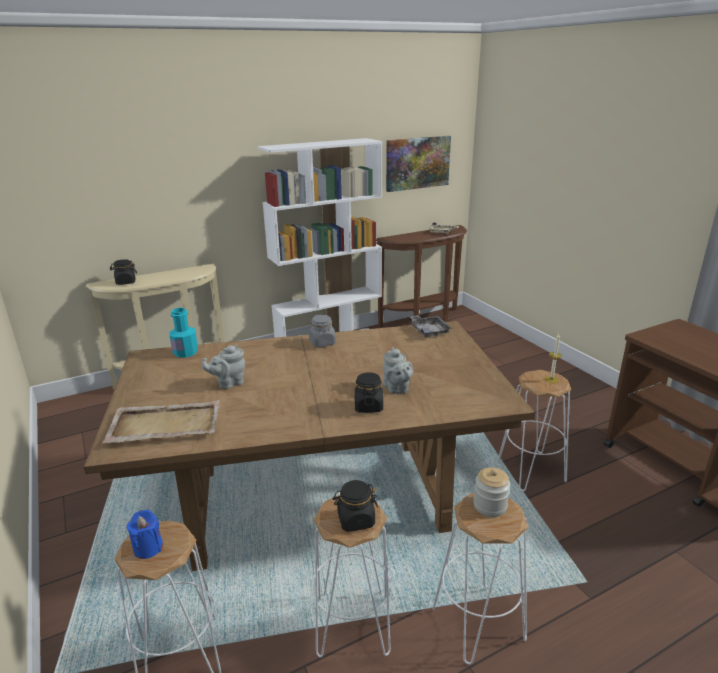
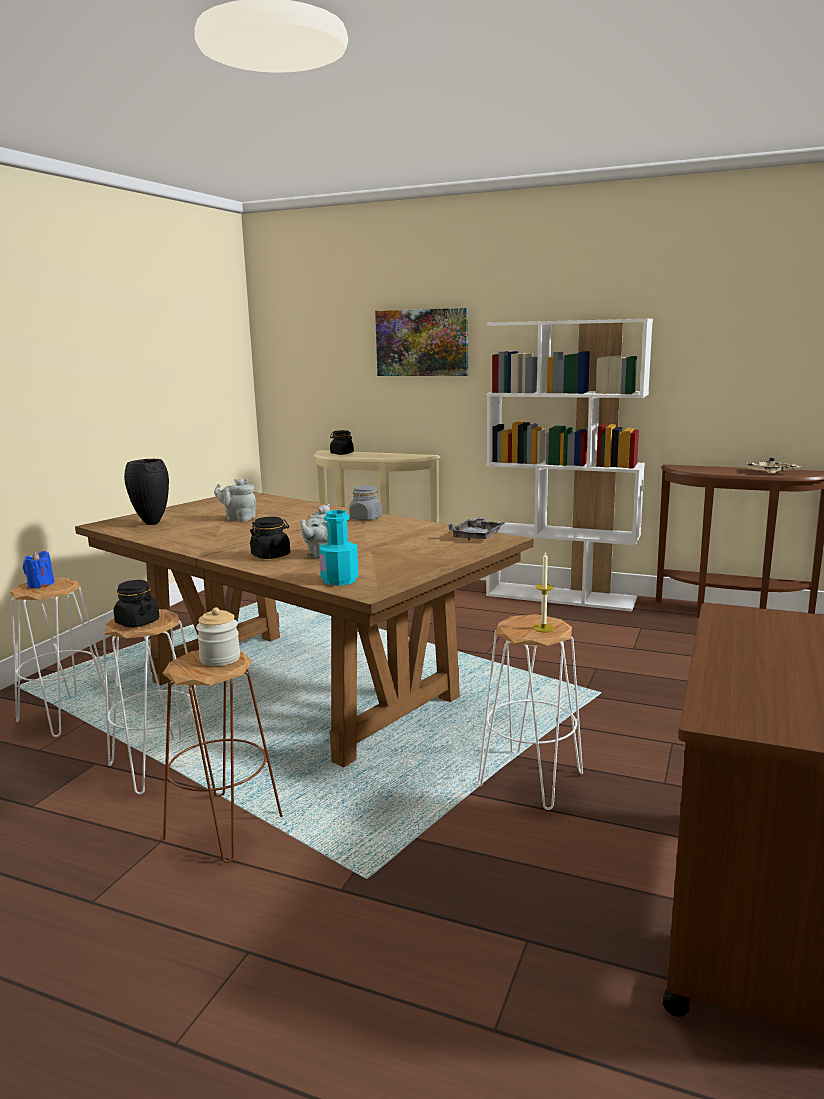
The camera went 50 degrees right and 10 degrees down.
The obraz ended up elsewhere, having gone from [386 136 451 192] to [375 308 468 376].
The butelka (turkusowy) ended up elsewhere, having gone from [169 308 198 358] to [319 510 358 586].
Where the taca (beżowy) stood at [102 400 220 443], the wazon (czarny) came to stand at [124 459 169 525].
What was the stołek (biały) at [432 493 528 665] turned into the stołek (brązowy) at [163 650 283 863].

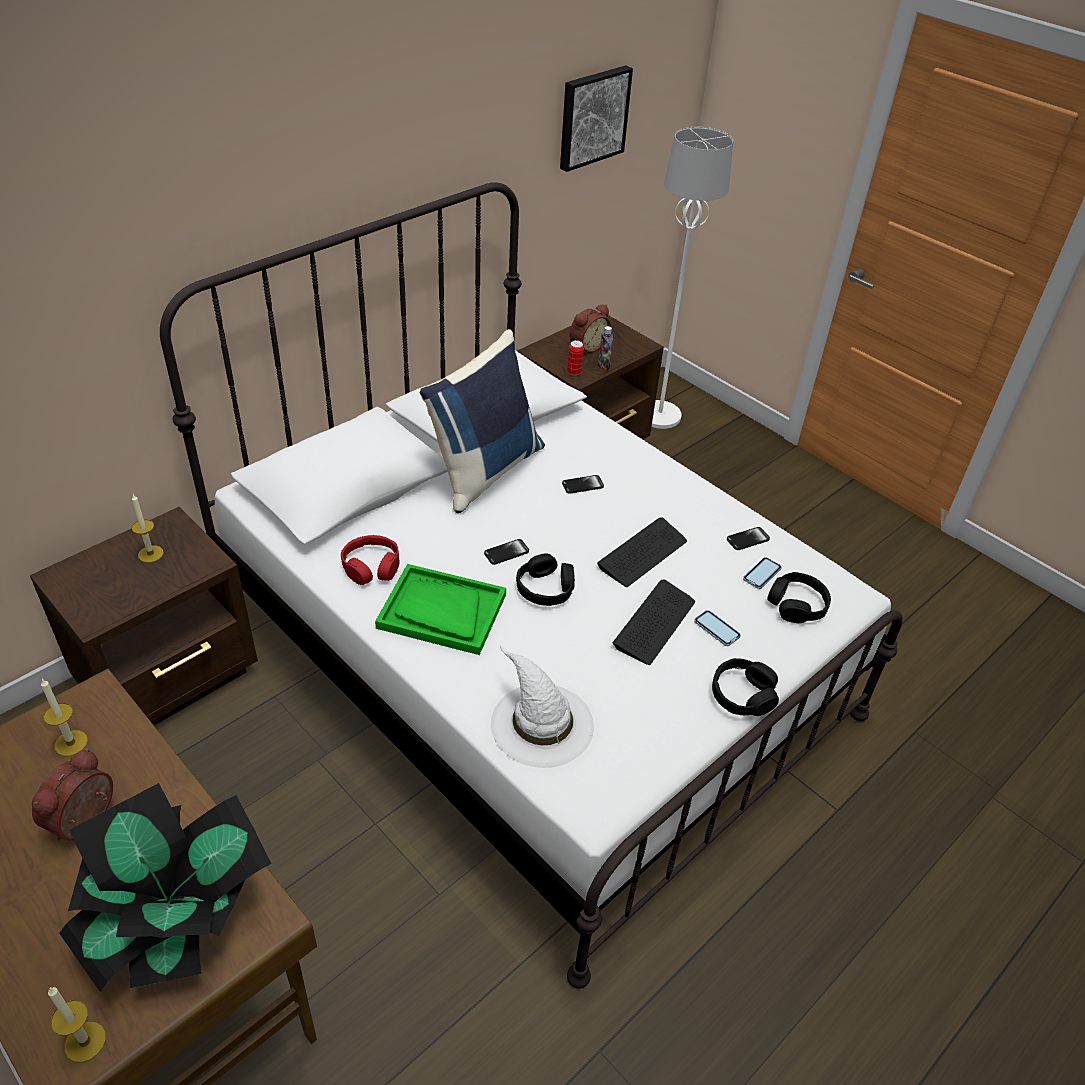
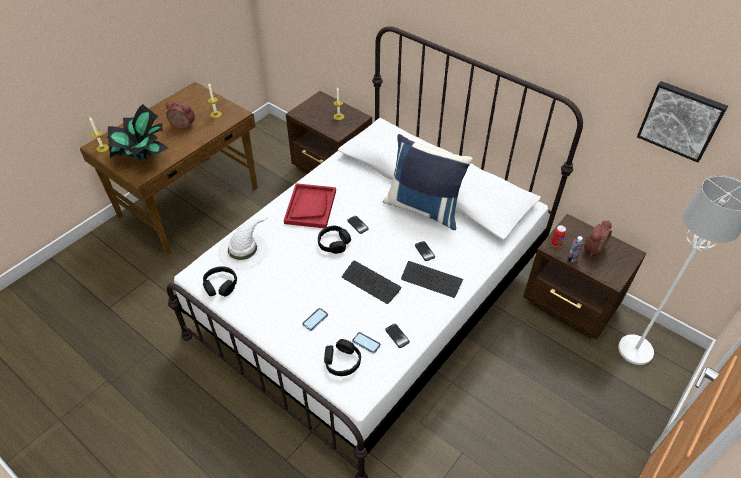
The camera went 85 degrees right and 5 degrees up.
The budzik at [569 304 611 353] ended up facing another way, 90 degrees counterclockwise from before.
The second view lost the słuchawki (czerwony) at [341 535 400 585].
What was the taca (zielony) at [375 564 506 655] turned into the taca (czerwony) at [284 183 336 228].
The klawiatura ended up elsewhere, having gone from [613 580 695 665] to [401 261 463 298].
The słuchawki (czarny) ended up elsewhere, having gone from [712 658 779 716] to [203 266 237 296].

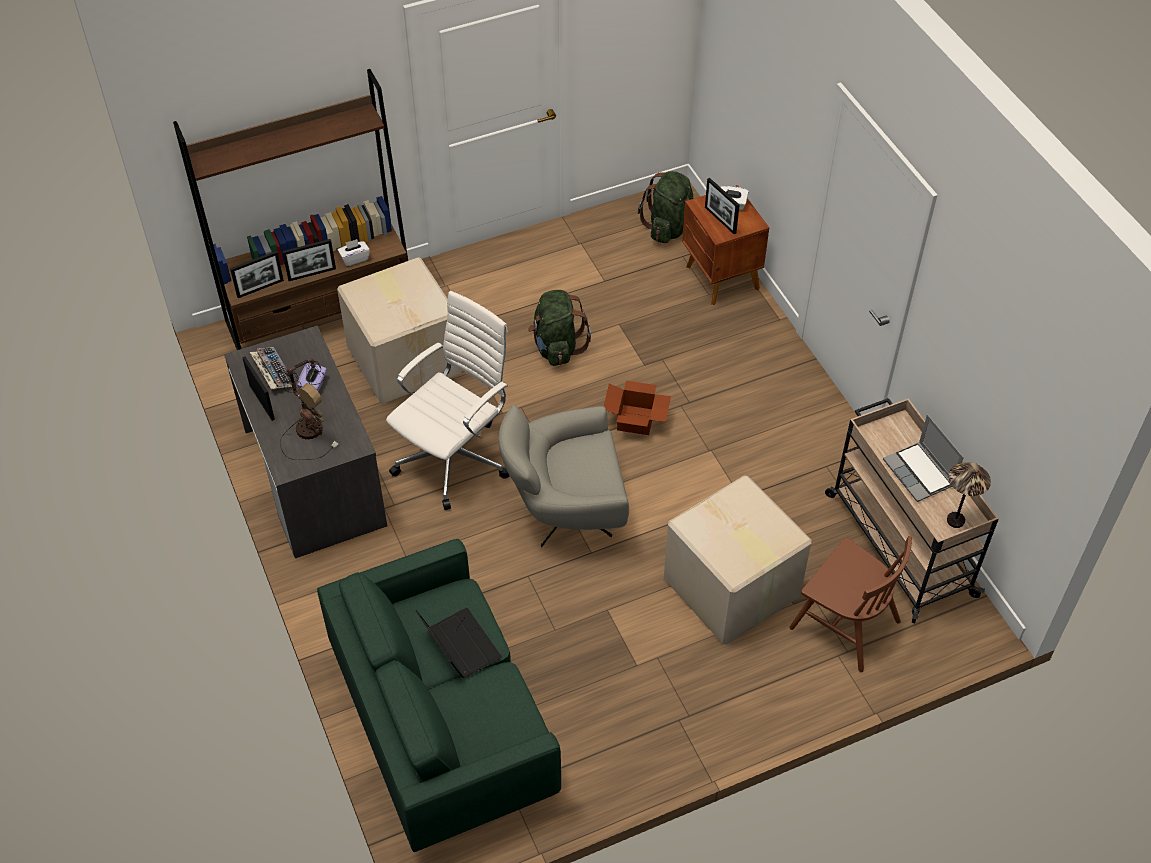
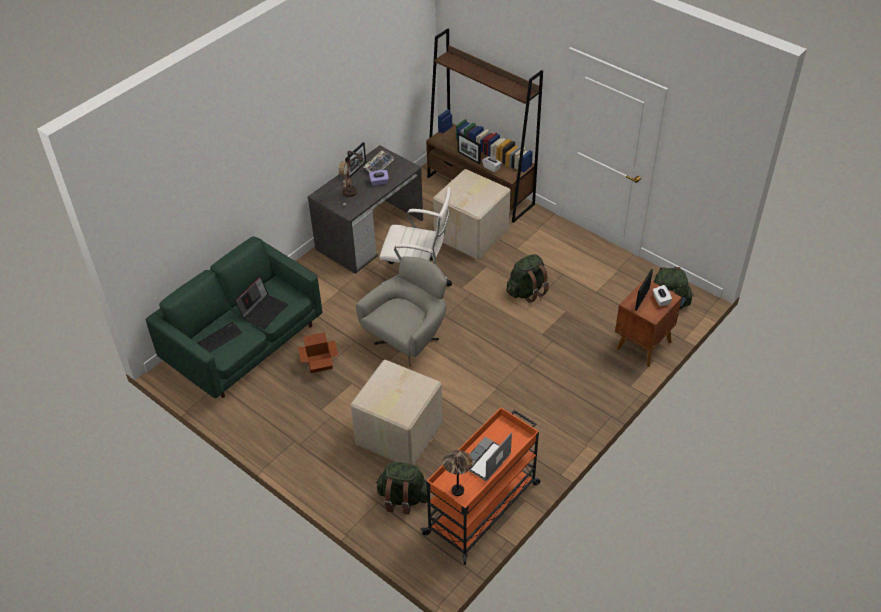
The camera went 65 degrees right and 5 degrees down.
The second view lost the ramka na zdjęcie at [230 251 284 298].
The karton ended up elsewhere, having gone from [604 381 671 435] to [298 332 338 373].
What was the wózek (beżowy) at [825 398 999 623] turned into the wózek (pomarańczowy) at [420 407 541 565].
The fotel (szary) at [498 405 629 547] ended up facing another way, 75 degrees clockwise from before.
Where the krzesło (brązowy) stood at [789 536 912 672], the plecak (zielony) came to stand at [376 462 427 514].
The second view gained the klawiatura at [197 322 242 352].

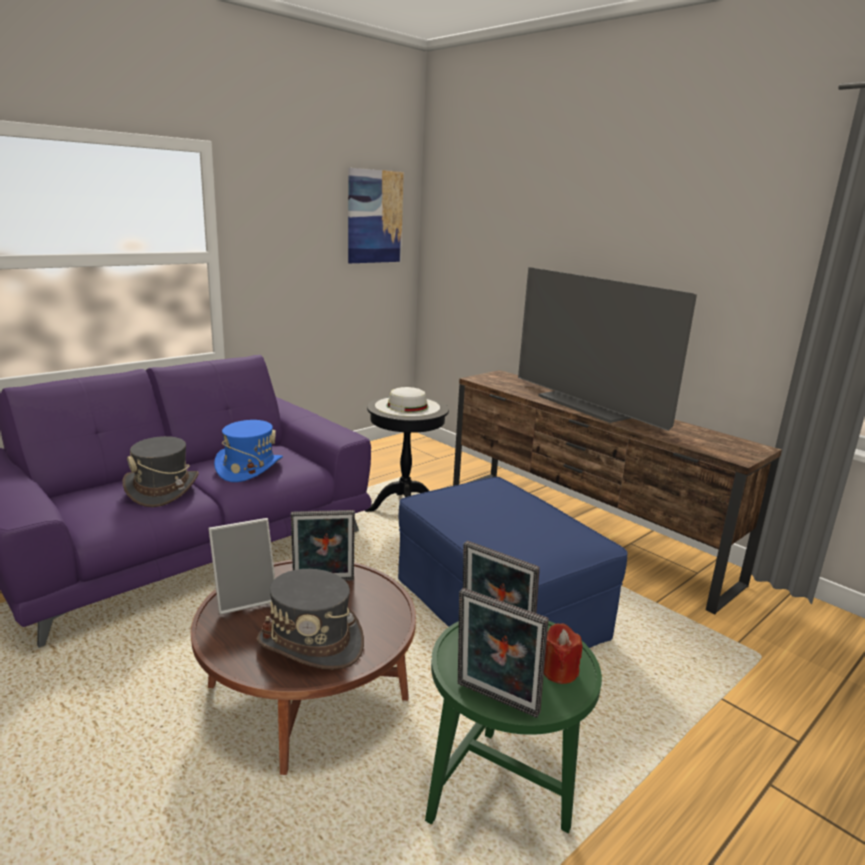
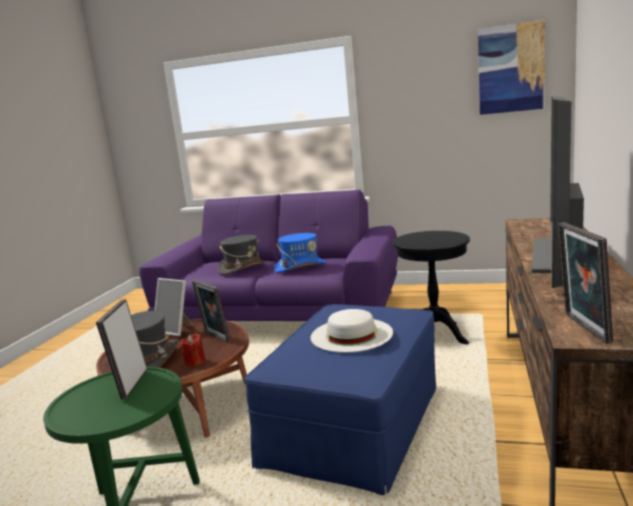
The camera went 60 degrees right and 5 degrees down.
The kapelusz (biały) ended up elsewhere, having gone from [375 387 440 416] to [310 309 393 353].
The ramka na zdjęcie ended up elsewhere, having gone from [458 588 549 718] to [558 222 613 344].
The świeca (czerwony) ended up elsewhere, having gone from [544 623 583 684] to [180 334 205 367].

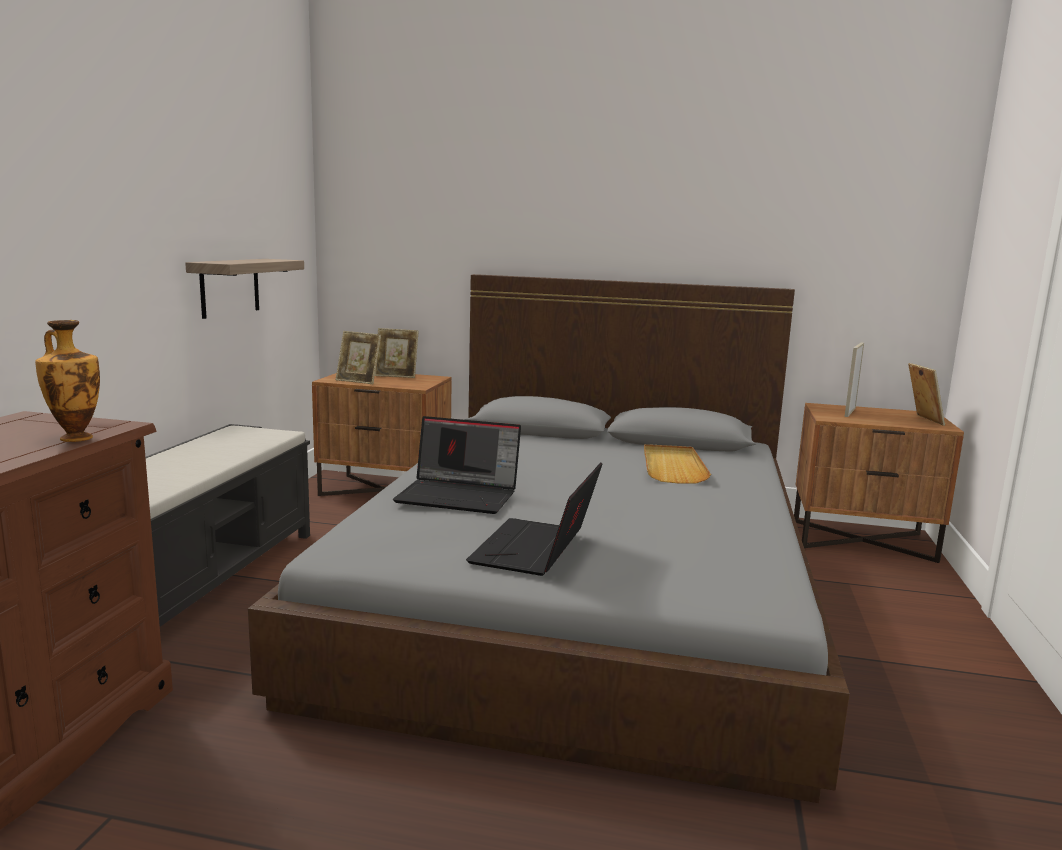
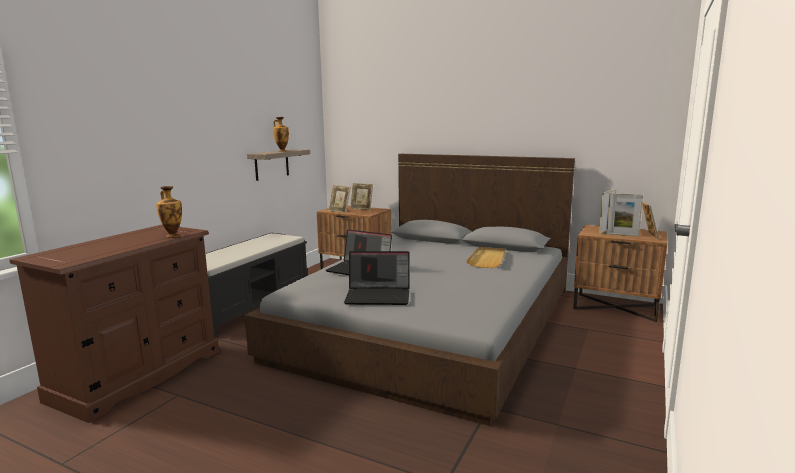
The camera went 15 degrees right and 0 degrees up.
The laptop at [466 462 602 576] ended up facing another way, 120 degrees counterclockwise from before.
The second view gained the wazon at [273 117 289 151].
The second view gained the ramka na zdjęcie at [606 193 643 236].

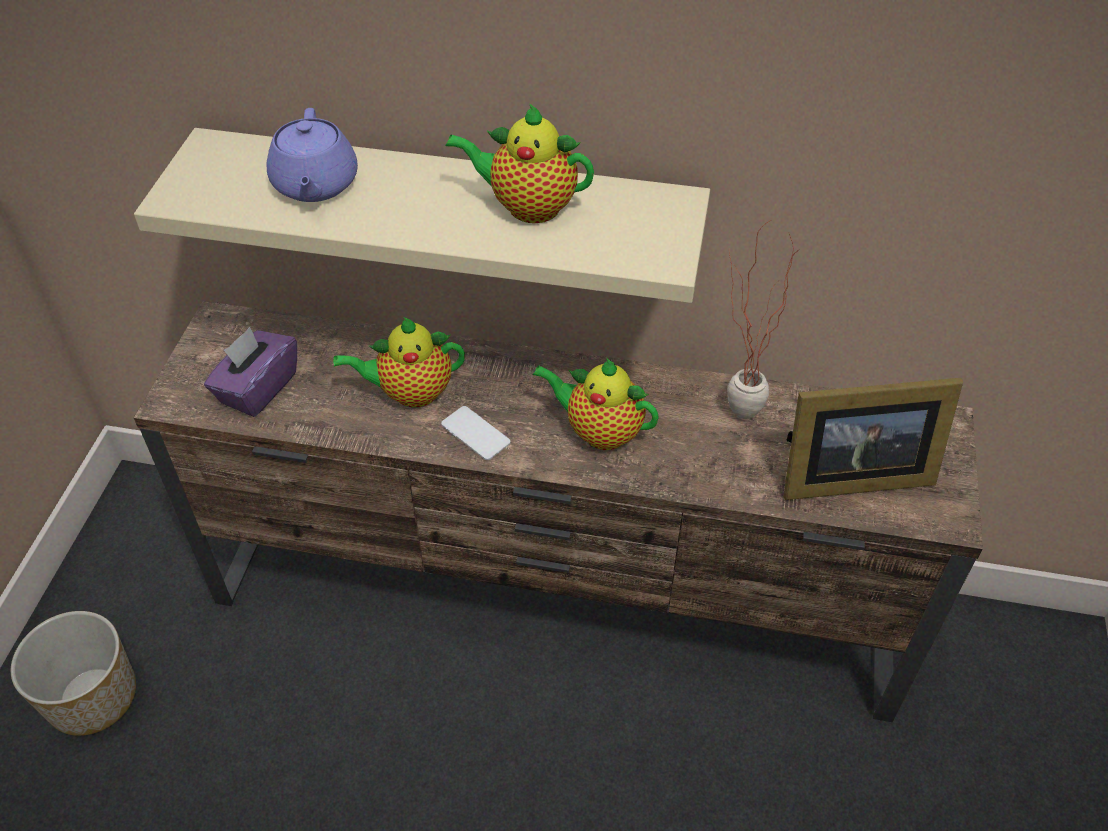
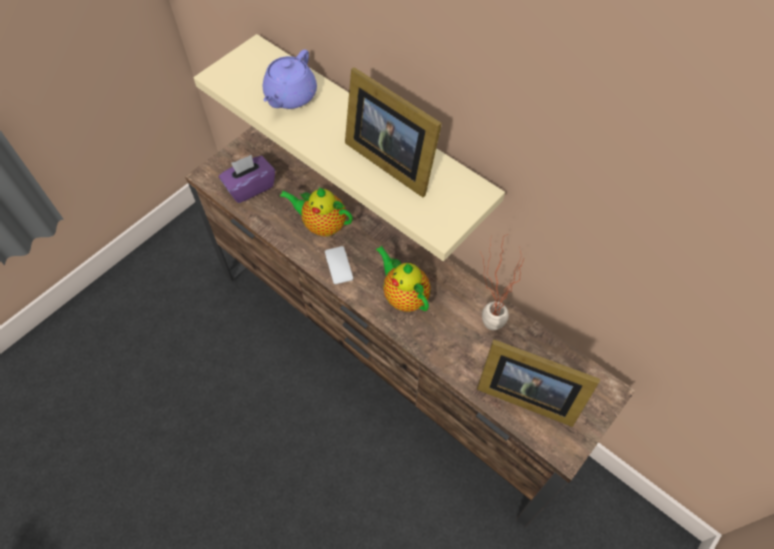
The camera went 30 degrees right and 10 degrees up.
Where the imbryk stood at [445 103 594 223], the ramka na zdjęcie came to stand at [345 67 442 197].
The second view lost the donica at [11 611 136 736].

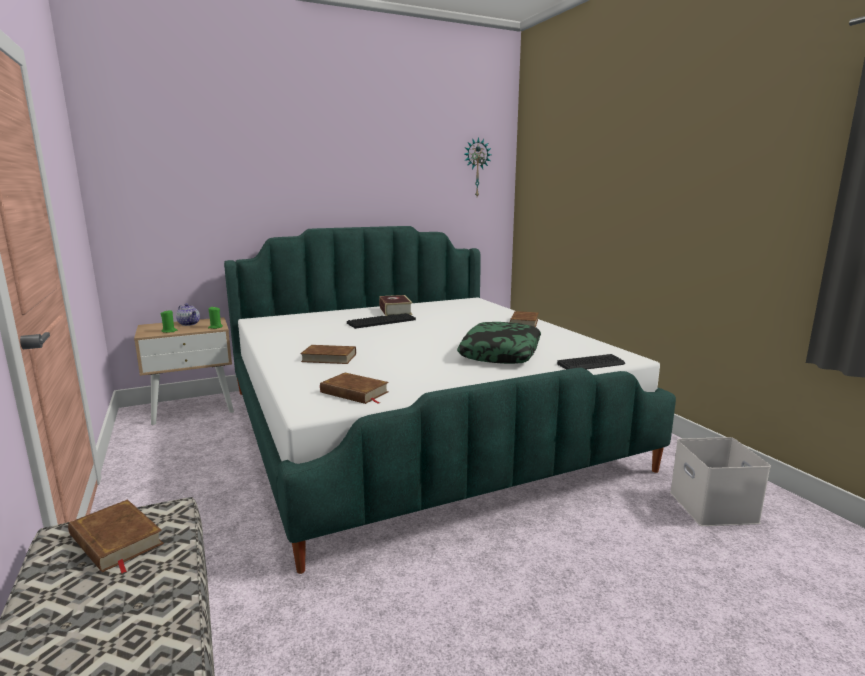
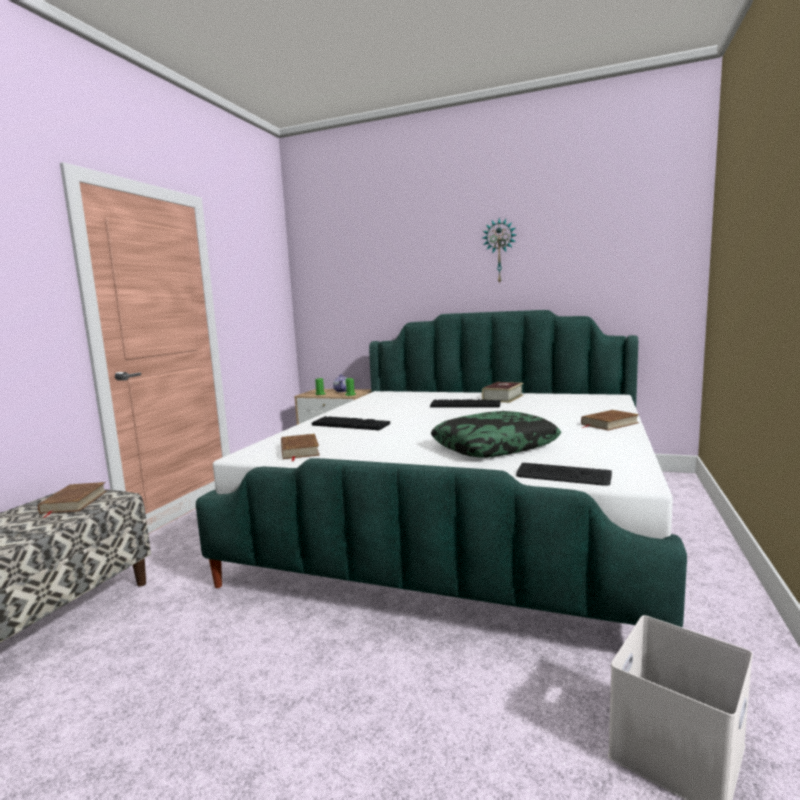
The camera went 45 degrees right and 5 degrees down.
The zegar ścienny ended up elsewhere, having gone from [465 137 491 196] to [483 218 516 284].
Where the książka (brązowy) stood at [300 345 356 364], the klawiatura came to stand at [312 416 390 430].

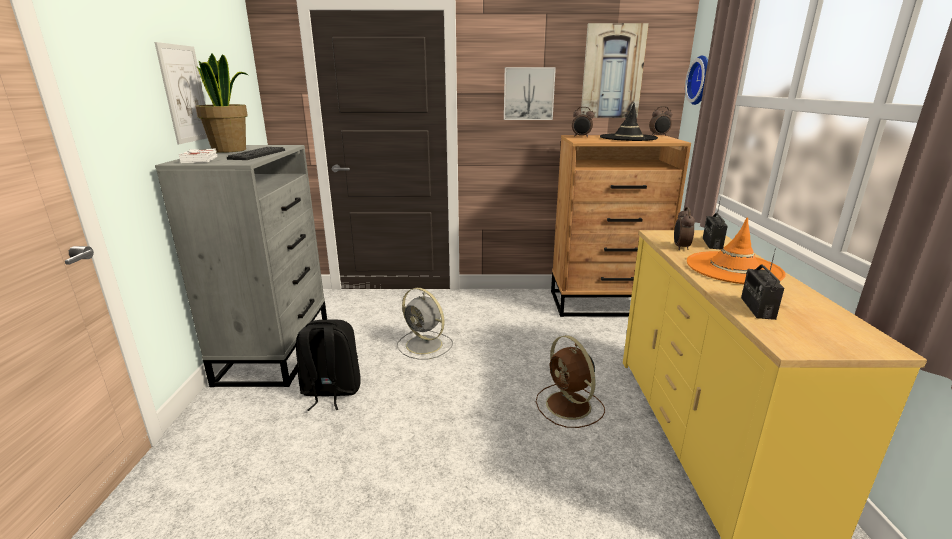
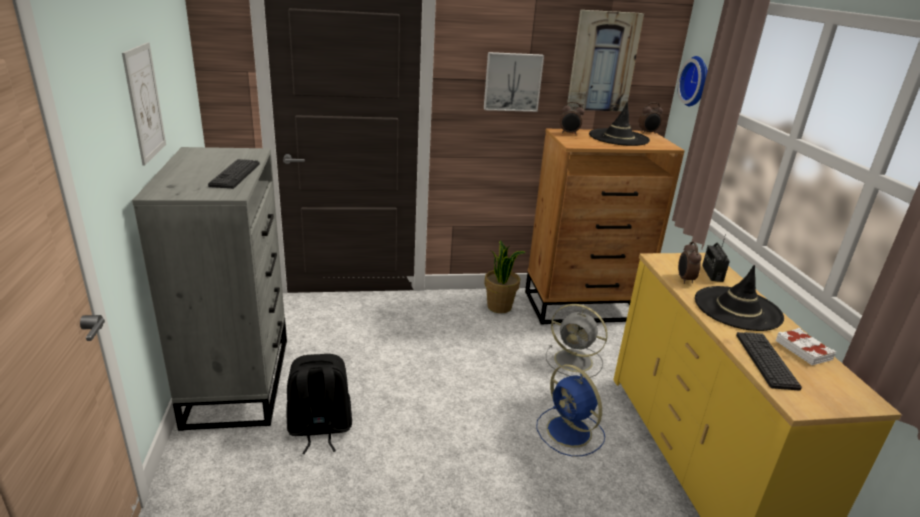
The camera went 10 degrees left and 5 degrees up.
The roślina doniczkowa ended up elsewhere, having gone from [195 53 248 153] to [484 240 526 313].
The książka (biały) ended up elsewhere, having gone from [179 148 217 163] to [776 328 837 365].
What was the kapelusz (pomarańczowy) at [687 217 786 284] turned into the kapelusz (czarny) at [695 265 784 331].
Where the radio stood at [741 248 784 320], the klawiatura came to stand at [736 332 802 391].
The wentylator (szary) ended up elsewhere, having gone from [397 288 453 360] to [546 304 608 378].
What was the wentylator (brązowy) at [536 335 605 428] turned into the wentylator (niebieski) at [537 364 605 457].

